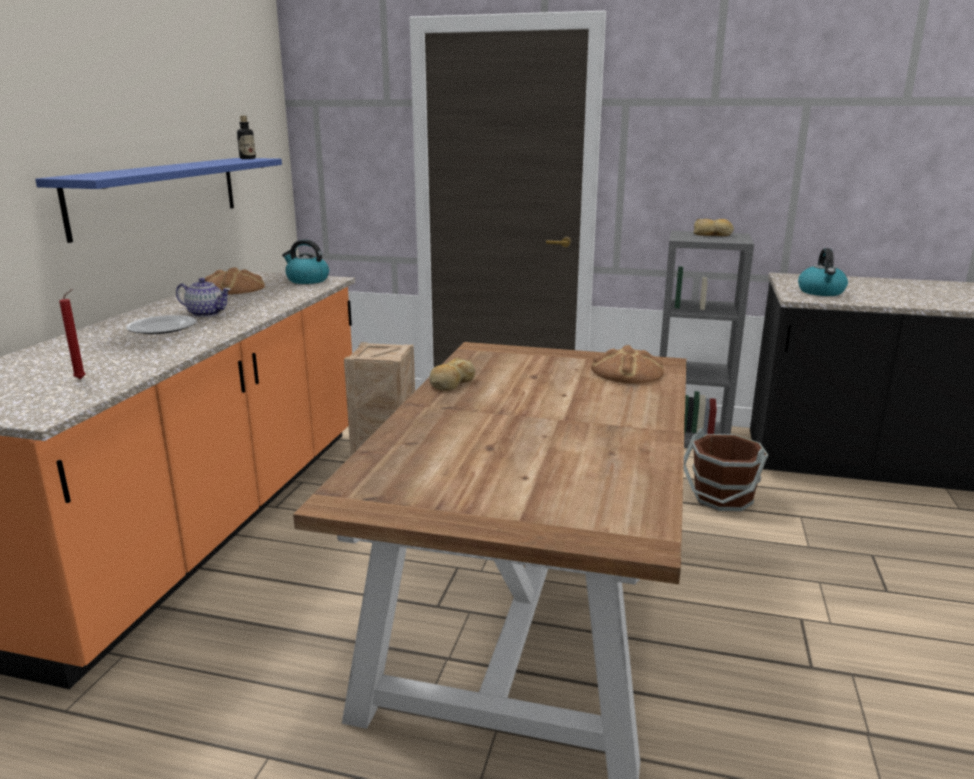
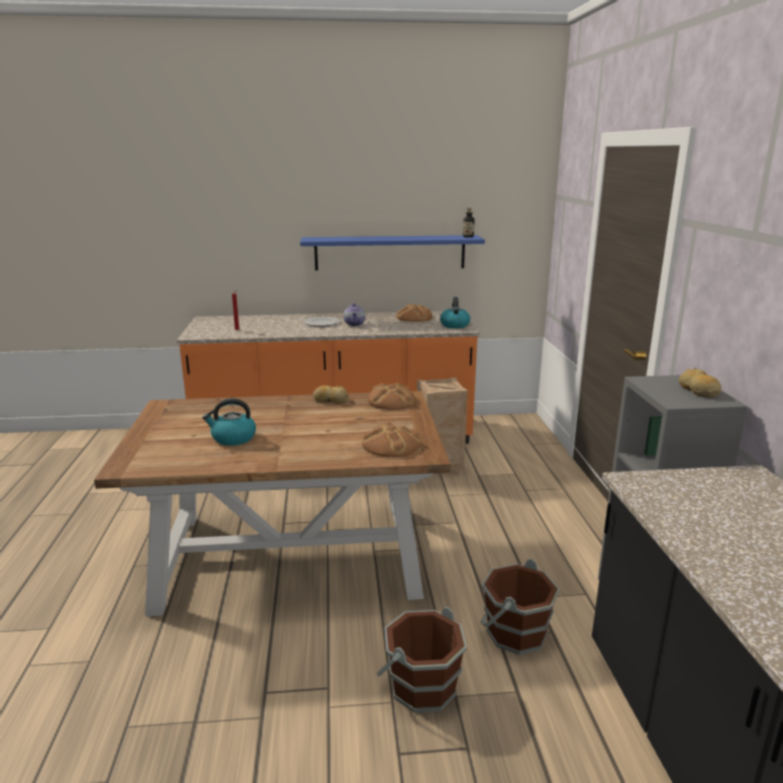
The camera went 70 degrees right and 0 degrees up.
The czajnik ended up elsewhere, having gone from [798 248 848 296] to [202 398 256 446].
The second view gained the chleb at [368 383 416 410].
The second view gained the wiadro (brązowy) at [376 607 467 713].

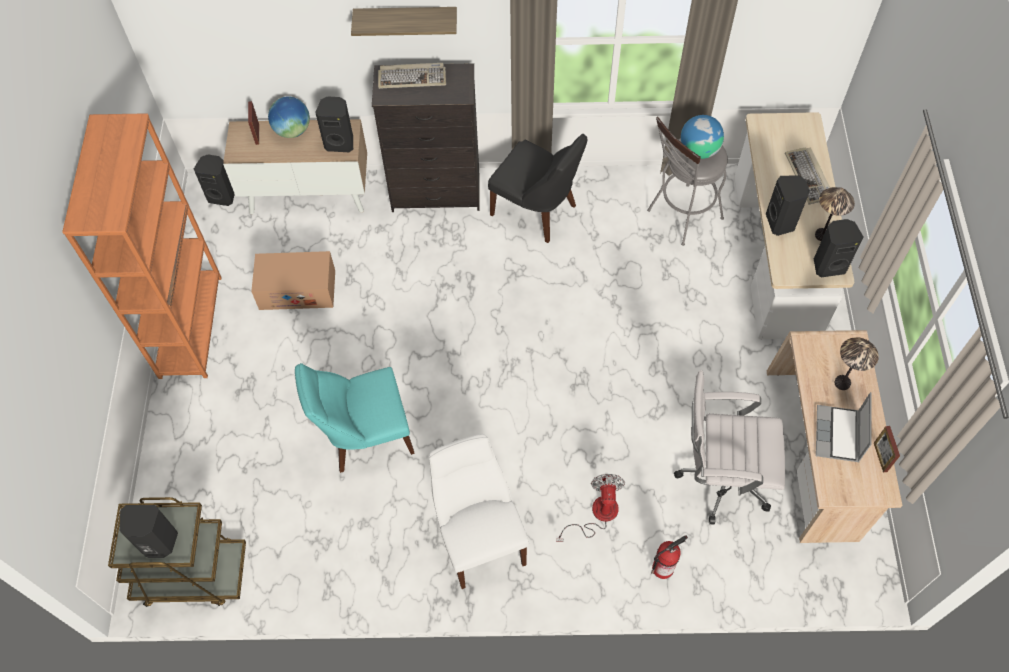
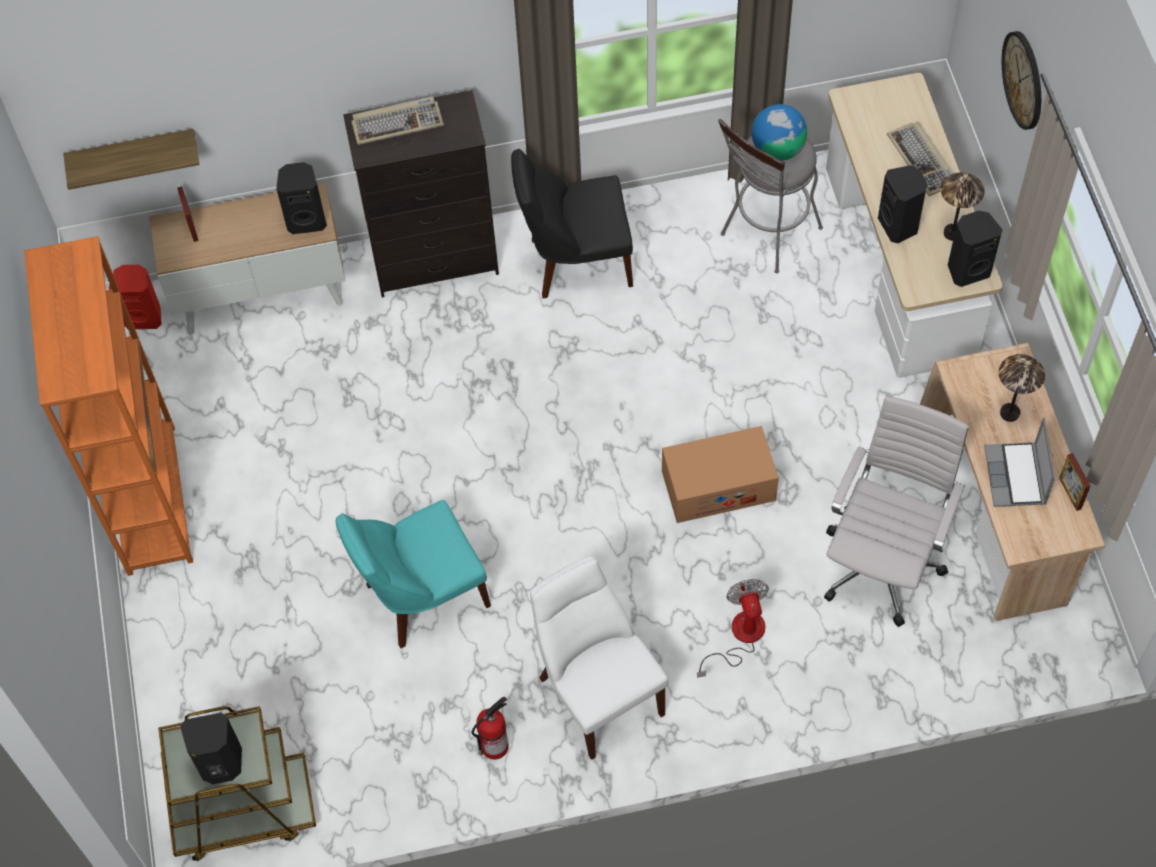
The camera went 10 degrees left and 0 degrees up.
The półka ended up elsewhere, having gone from [351 7 457 36] to [63 129 199 190].
The second view lost the globus at [268 96 310 138].
The krzesło (czarny) at [488 134 587 243] ended up facing another way, 150 degrees clockwise from before.
What was the głośnik (czarny) at [194 155 235 206] turned into the głośnik (czerwony) at [109 265 162 329].
The karton ended up elsewhere, having gone from [251 251 335 310] to [662 426 779 523].
The krzesło biurowe (biały) at [674 370 785 525] ended up facing another way, 120 degrees clockwise from before.
The gaśnica ended up elsewhere, having gone from [651 535 688 579] to [472 697 509 760].
The second view gained the zegar ścienny at [1002 31 1041 130].

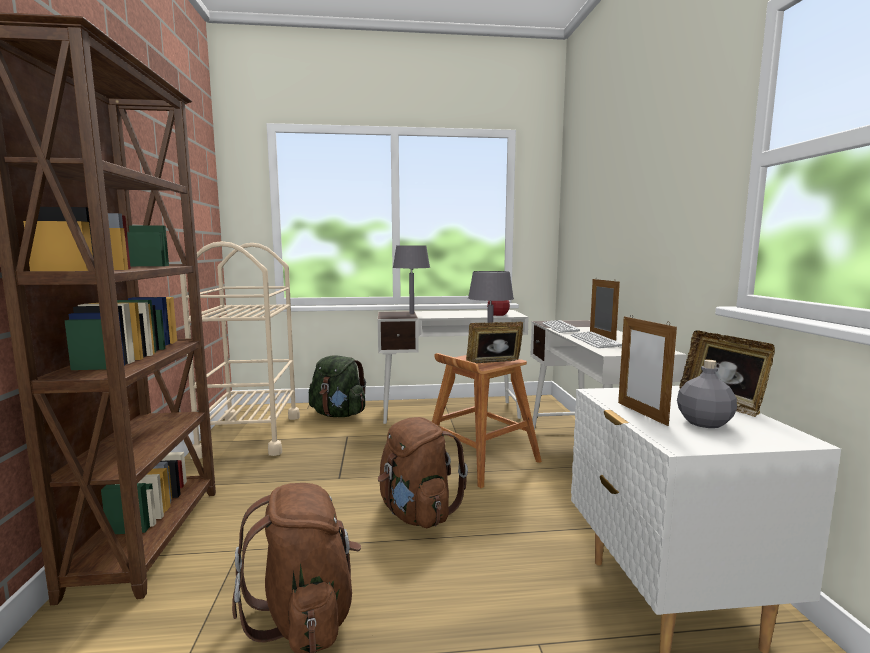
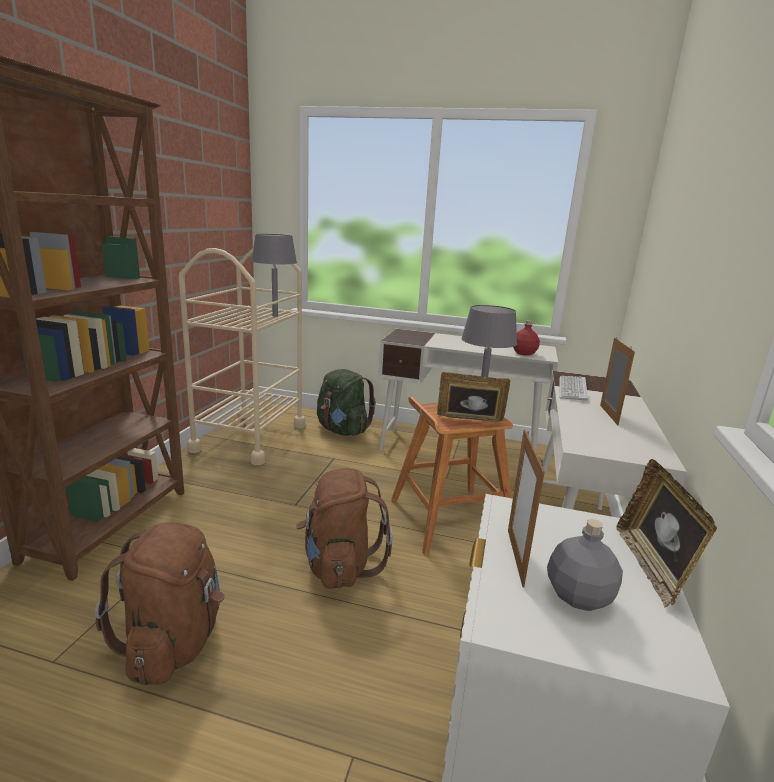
The camera went 20 degrees right and 10 degrees up.
The lampa stołowa (szary) ended up elsewhere, having gone from [393 245 430 314] to [252 234 297 317].
The second view lost the klawiatura at [571 331 622 348].

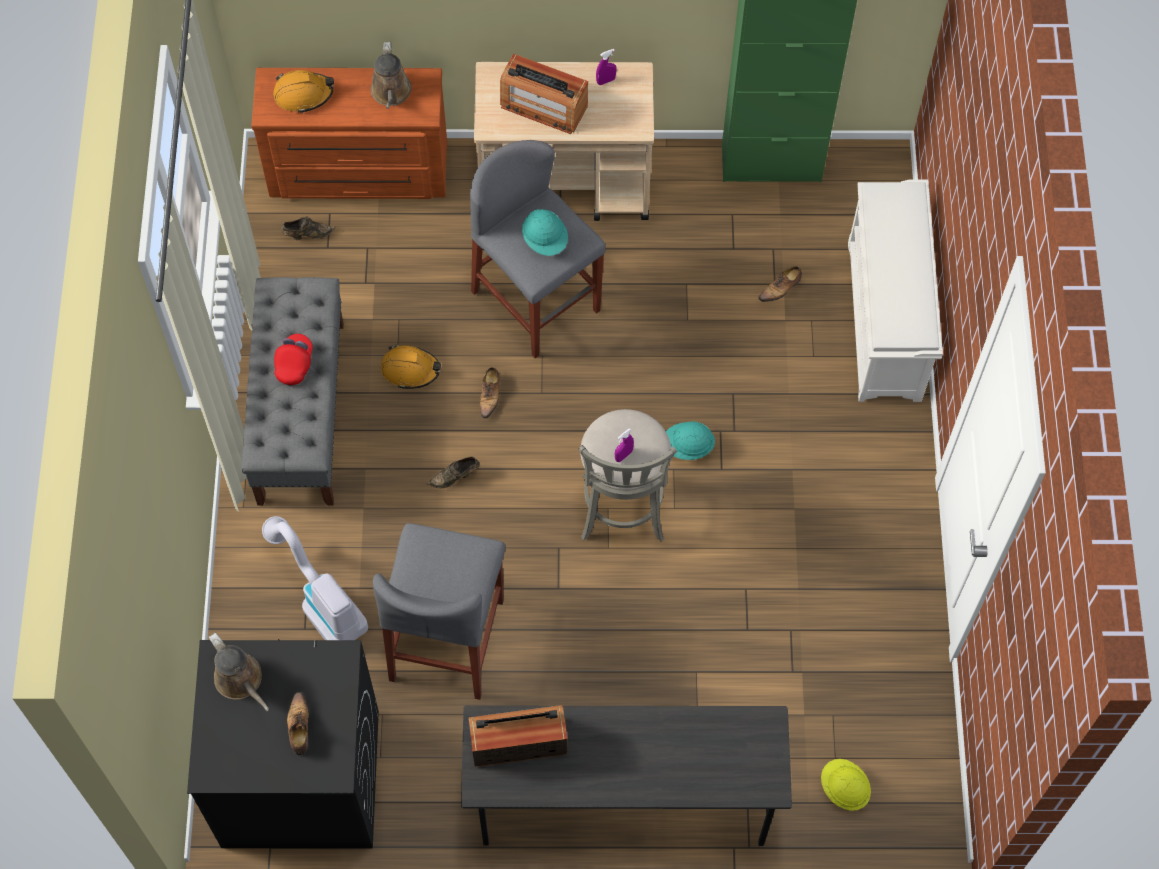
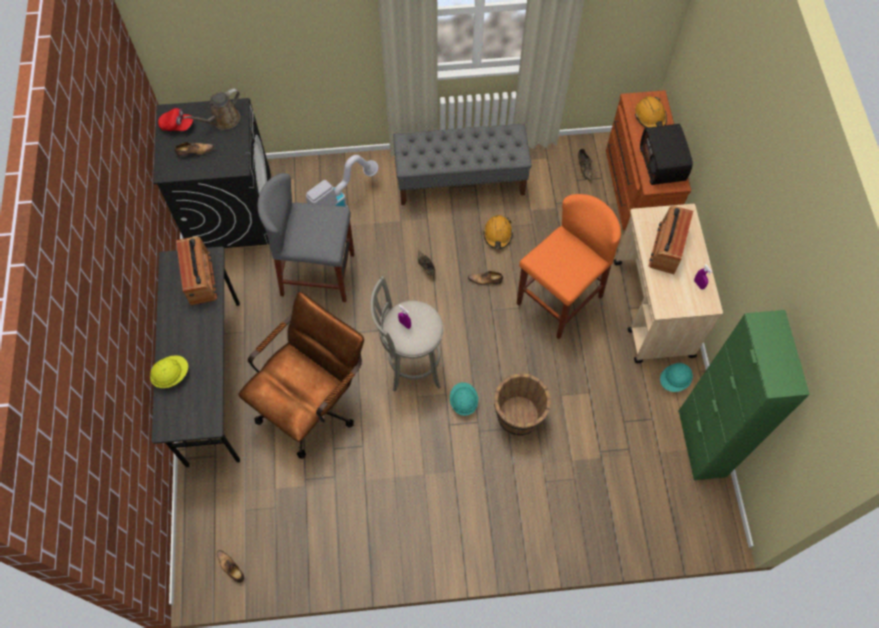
The camera went 85 degrees right and 0 degrees up.
Where the konewka (brązowy) stood at [371 42 412 109], the radio came to stand at [640 124 693 185].
What was the stołek (szary) at [470 140 605 358] turned into the stołek (pomarańczowy) at [517 194 621 339].
The second view lost the regał na buty (biały) at [848 180 943 402].
The kask (turkusowy) ended up elsewhere, having gone from [522 209 568 256] to [660 363 693 392].
The but ended up elsewhere, having gone from [758 266 802 302] to [217 550 244 583].
The czapka z daszkiem (czerwony) ended up elsewhere, having gone from [274 334 313 385] to [158 108 193 131].
The kask (żółty) ended up elsewhere, having gone from [821 759 871 811] to [150 355 188 388].
The second view gained the krzesło biurowe (brązowy) at [238 292 364 459].
The second view gained the wiadro (brązowy) at [494 373 551 436].

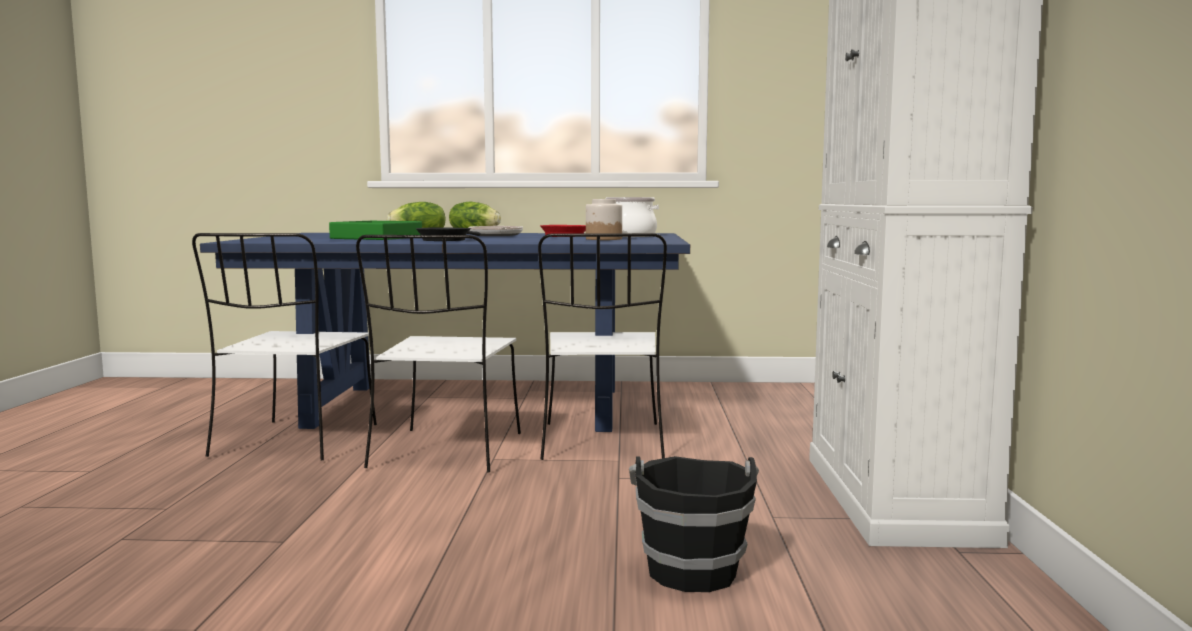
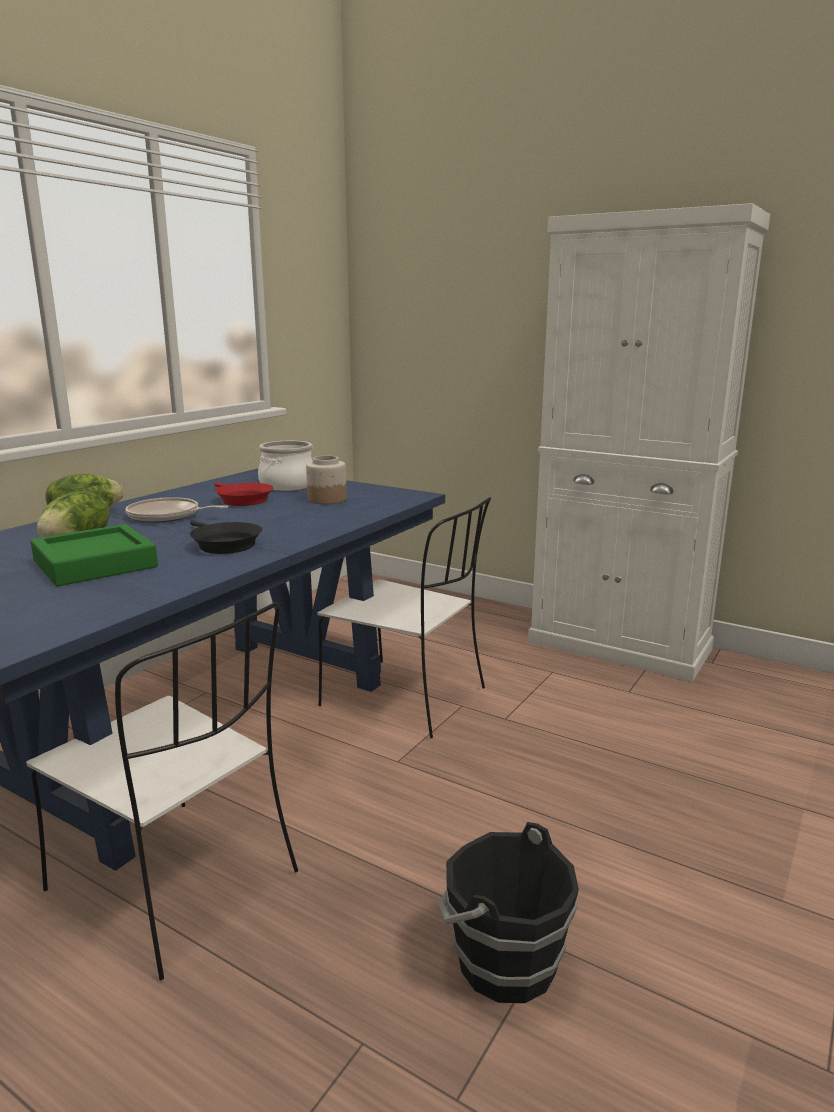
The camera went 60 degrees left and 10 degrees up.
The second view lost the krzesło (biały) at [356 235 521 472].
The wiadro (czarny) ended up elsewhere, having gone from [629 456 759 592] to [438 822 579 1003].

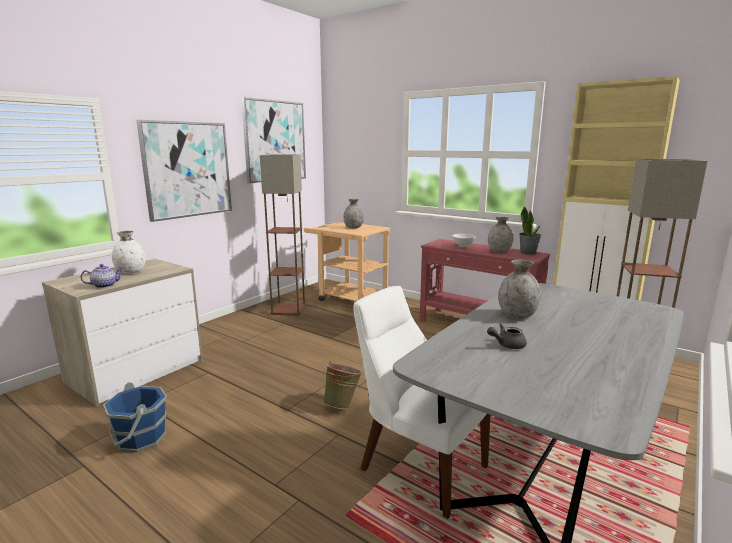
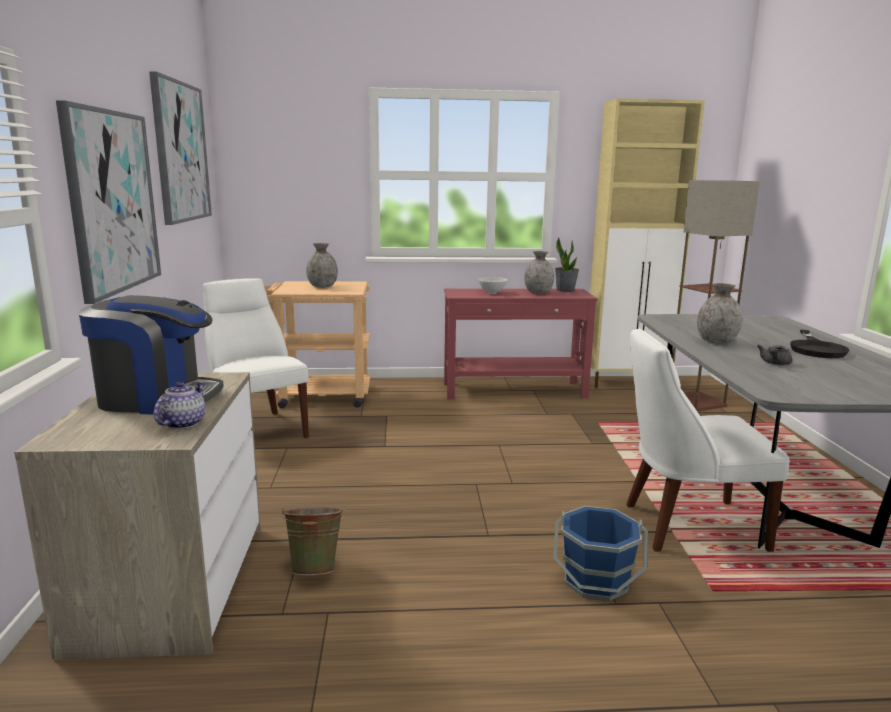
The camera went 40 degrees left and 0 degrees up.
Where the lampa stojąca stood at [260 154 306 316], the krzesło (biały) came to stand at [203 278 309 438].
Where the wazon (biały) stood at [112 231 146 274], the ekspres do kawy came to stand at [79 295 224 415].
The wiadro (zielony) ended up elsewhere, having gone from [323 361 362 409] to [281 506 345 576].
The wiadro (niebieski) ended up elsewhere, having gone from [103 382 167 452] to [553 506 648 601].
The second view gained the patelnia (czarny) at [790 330 850 358].

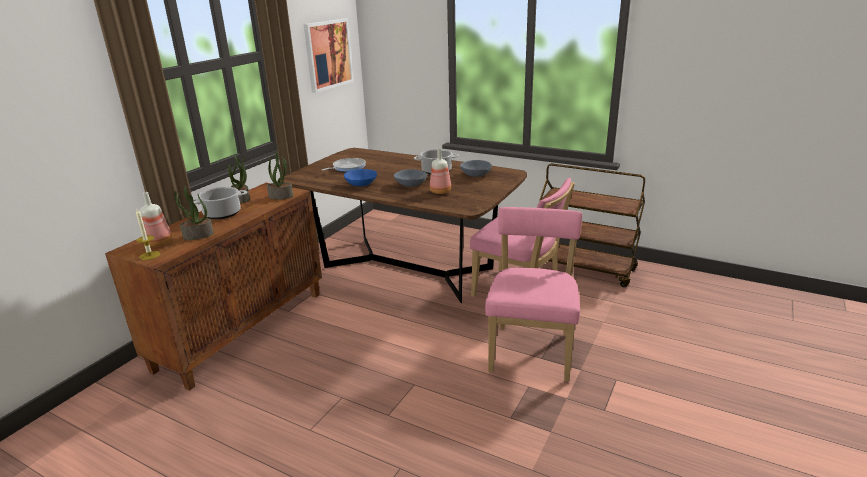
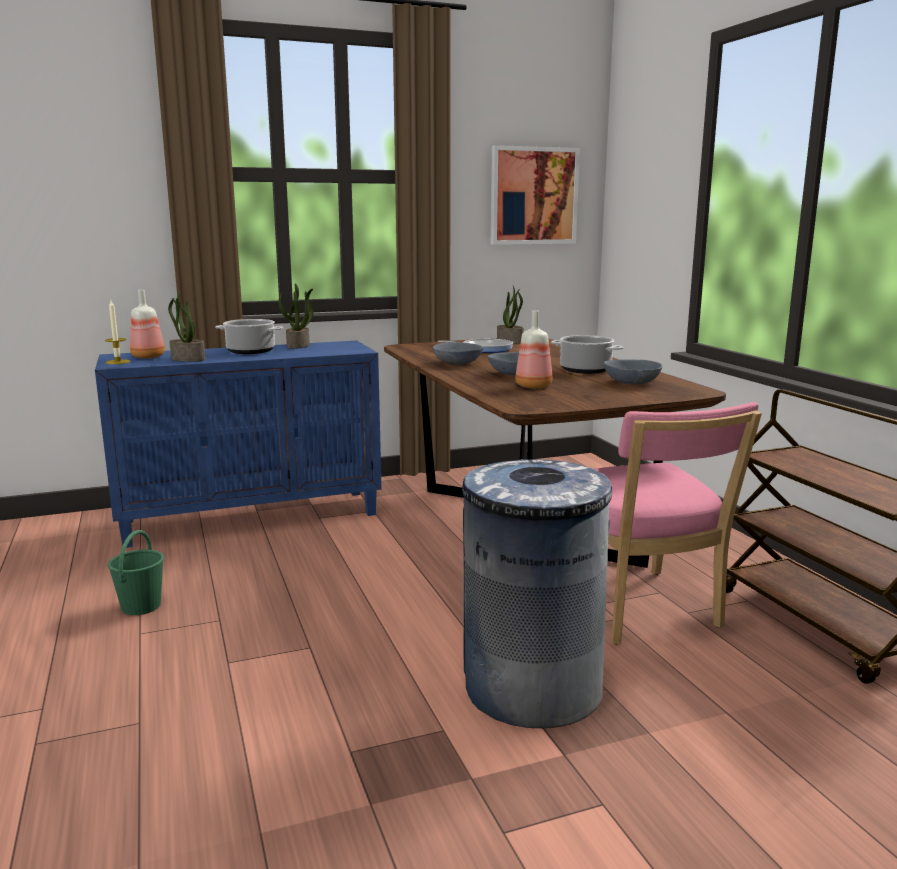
The camera went 40 degrees right and 10 degrees down.
The roślina doniczkowa ended up elsewhere, having gone from [267 152 293 200] to [497 286 524 344].
What was the miska (niebieski) at [344 169 377 186] turned into the miska (szary) at [433 342 484 365].
What was the szafka (brązowy) at [105 183 322 390] turned into the szafka (niebieski) at [95 341 381 548].
Where the krzesło (różowy) stood at [485 207 582 381], the kosz na śmieci (szary) came to stand at [462 459 612 728].
The second view gained the wiadro (zielony) at [108 530 164 615].

